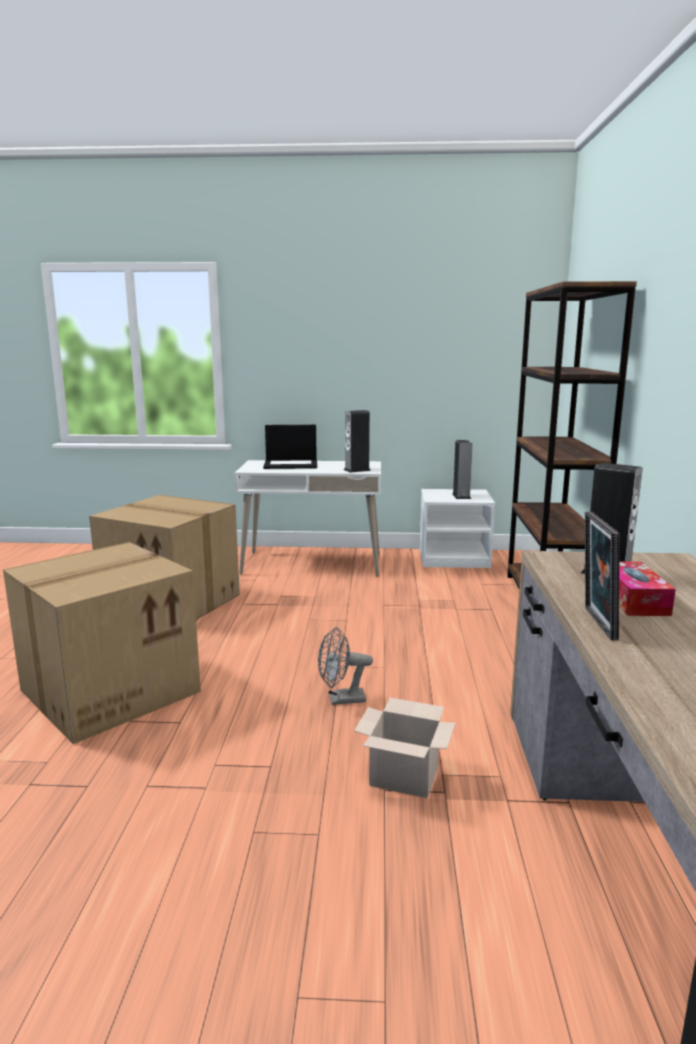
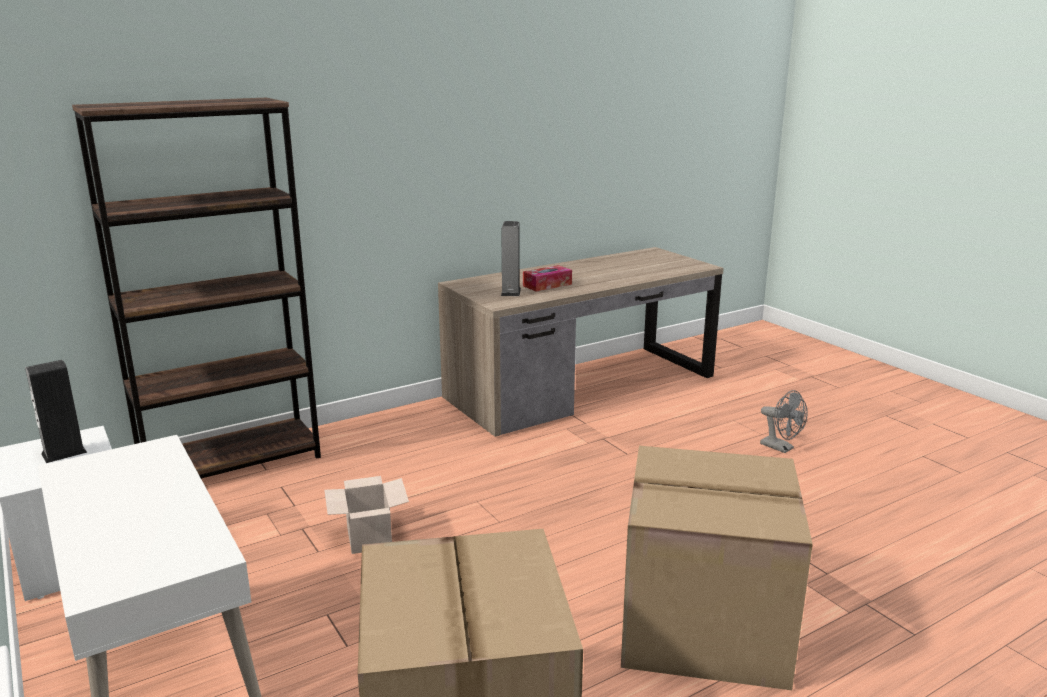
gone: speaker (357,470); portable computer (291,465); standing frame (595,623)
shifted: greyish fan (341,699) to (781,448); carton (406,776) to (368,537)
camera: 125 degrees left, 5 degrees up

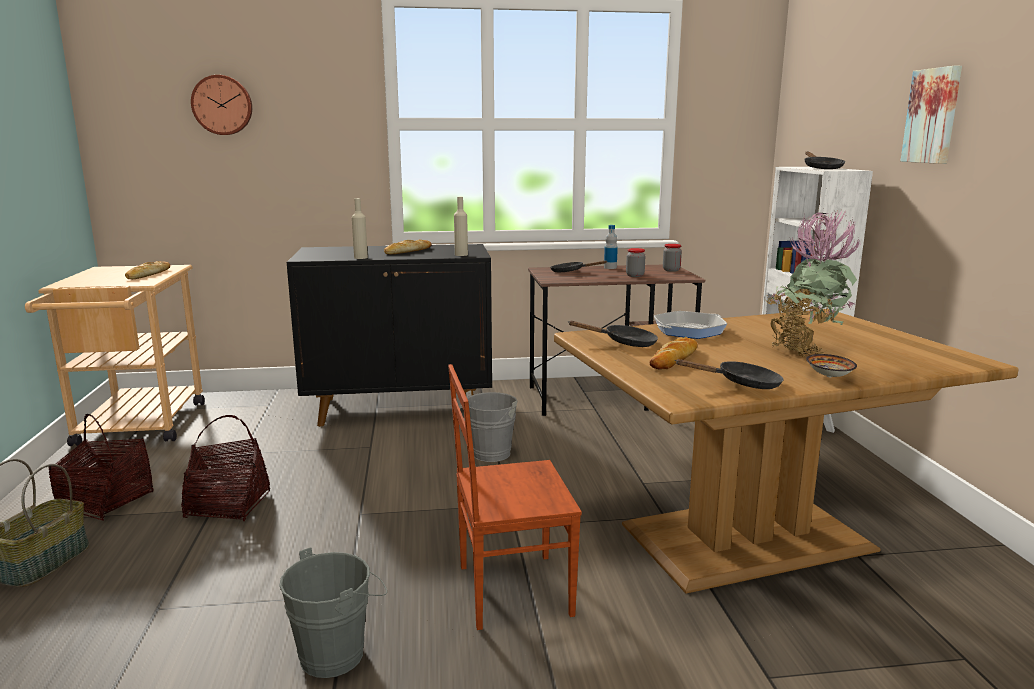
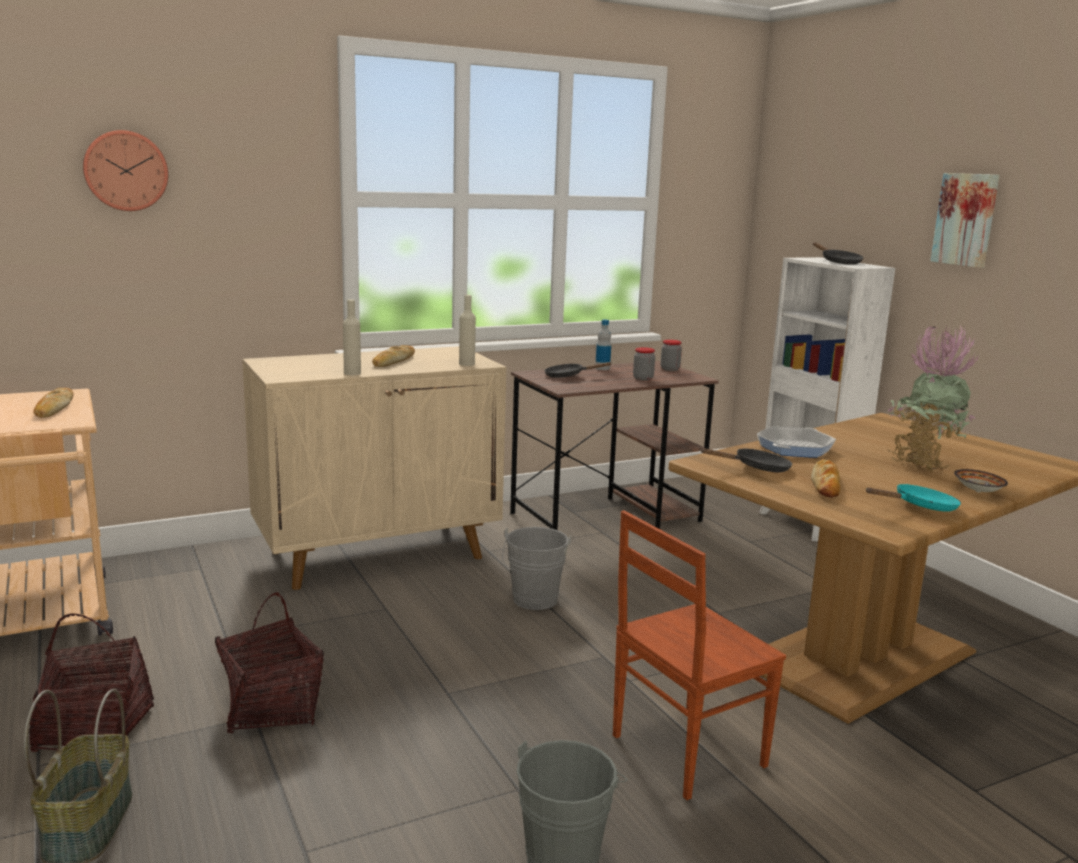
repainted: black-coloured storage cabinet (400,408) to sand-coloured storage cabinet (379,554); black-coloured frying pan (742,384) to blue-green frying pan (920,507)
camera: 20 degrees left, 0 degrees up

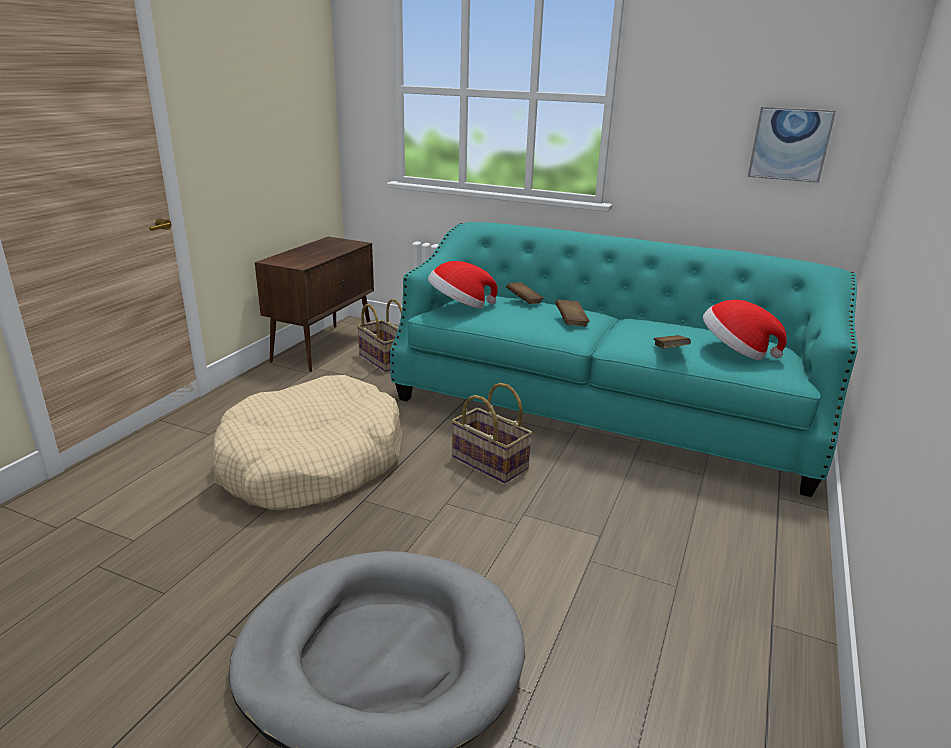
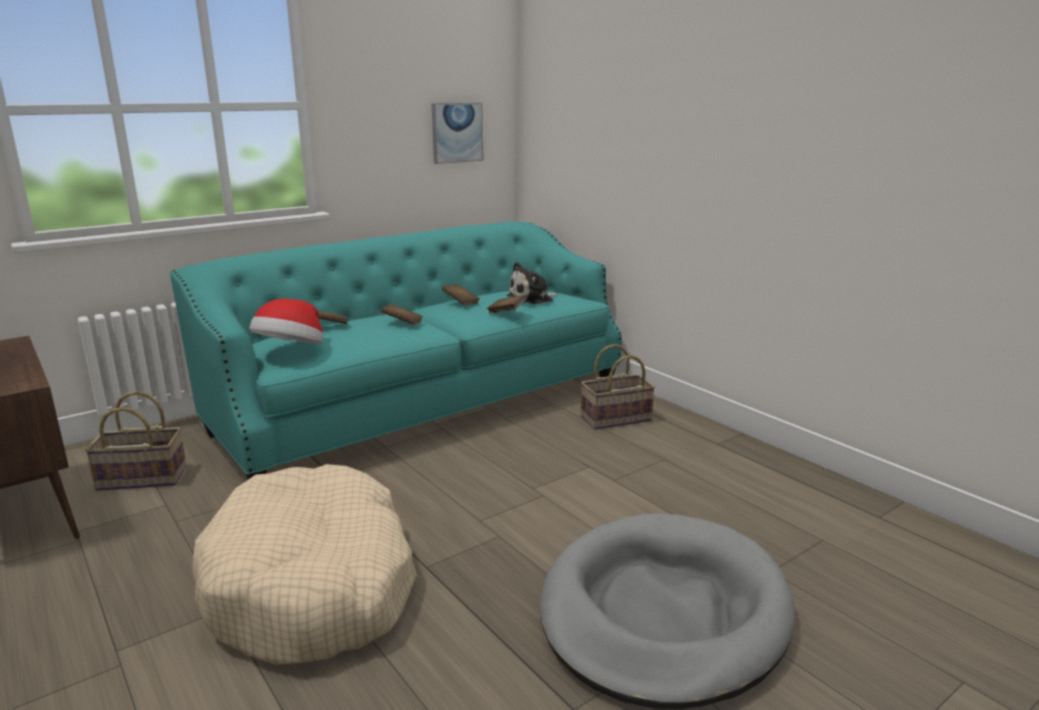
new: brown-coloured book (460,303)
shifted: household basket (488,463) to (616,419)
swapped: wearable hat (735,352) to soft toy (532,299)
camera: 60 degrees left, 5 degrees down

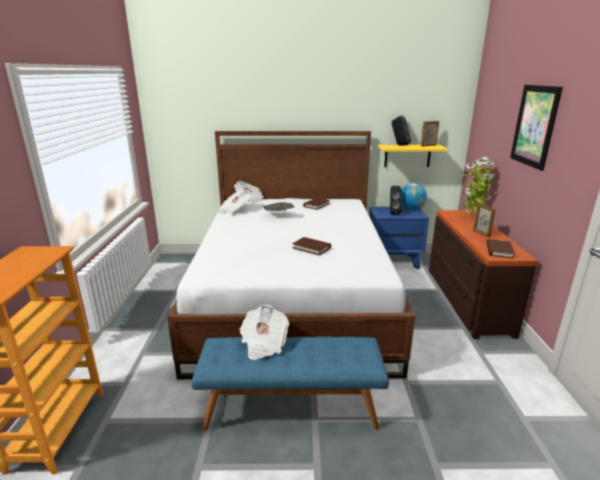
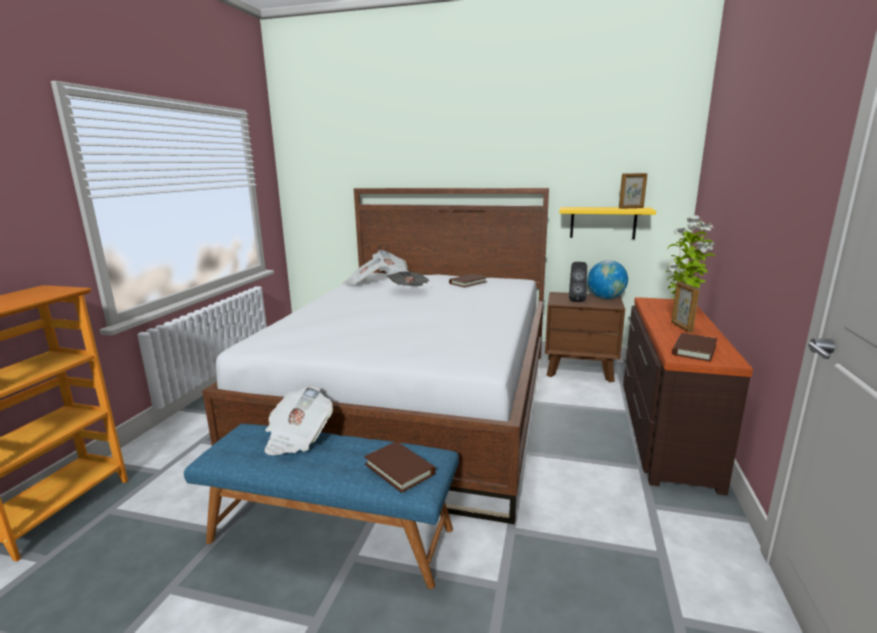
gone: wall art (534,126); black-coloured speaker (399,145)
shifted: brown-coloured book (311,248) to (399,469)
repainted: blue bedside table (393,261) to brown-coloured bedside table (580,369)
camera: 15 degrees right, 5 degrees down

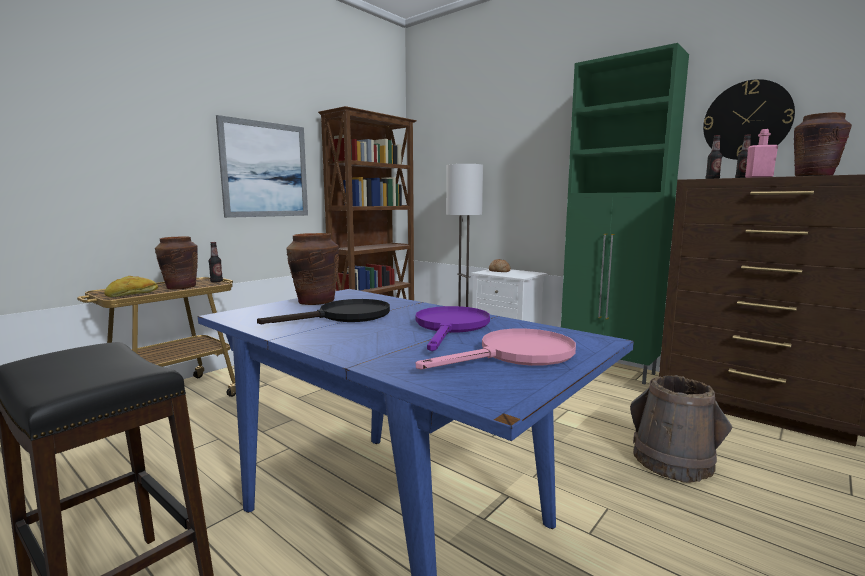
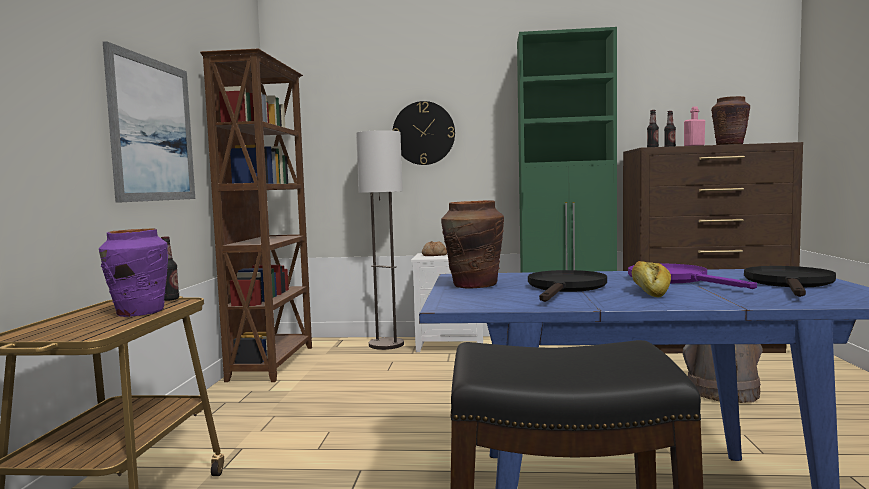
shifted: wall clock (747,120) to (423,133); bread (132,294) to (651,291)
repainted: brown-coloured decorative vase (180,287) to purple-coloured decorative vase (139,312); pink frying pan (516,355) to black-coloured frying pan (790,284)
camera: 35 degrees left, 5 degrees down

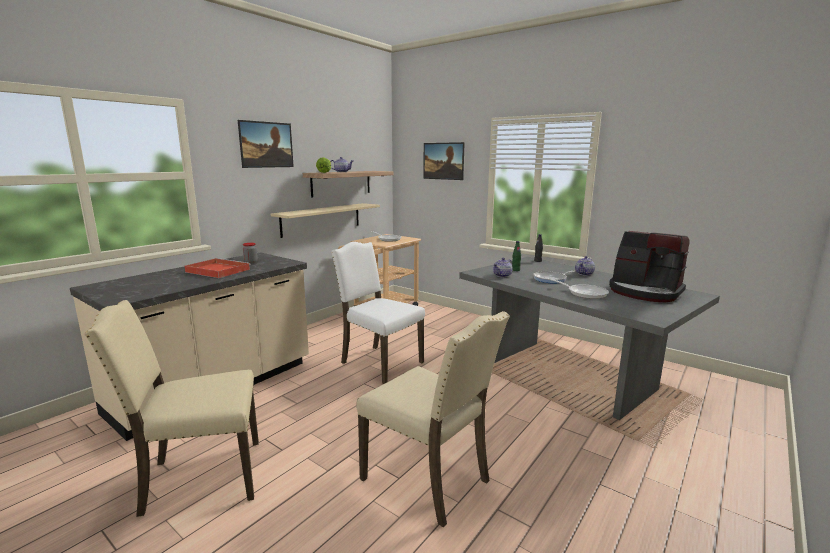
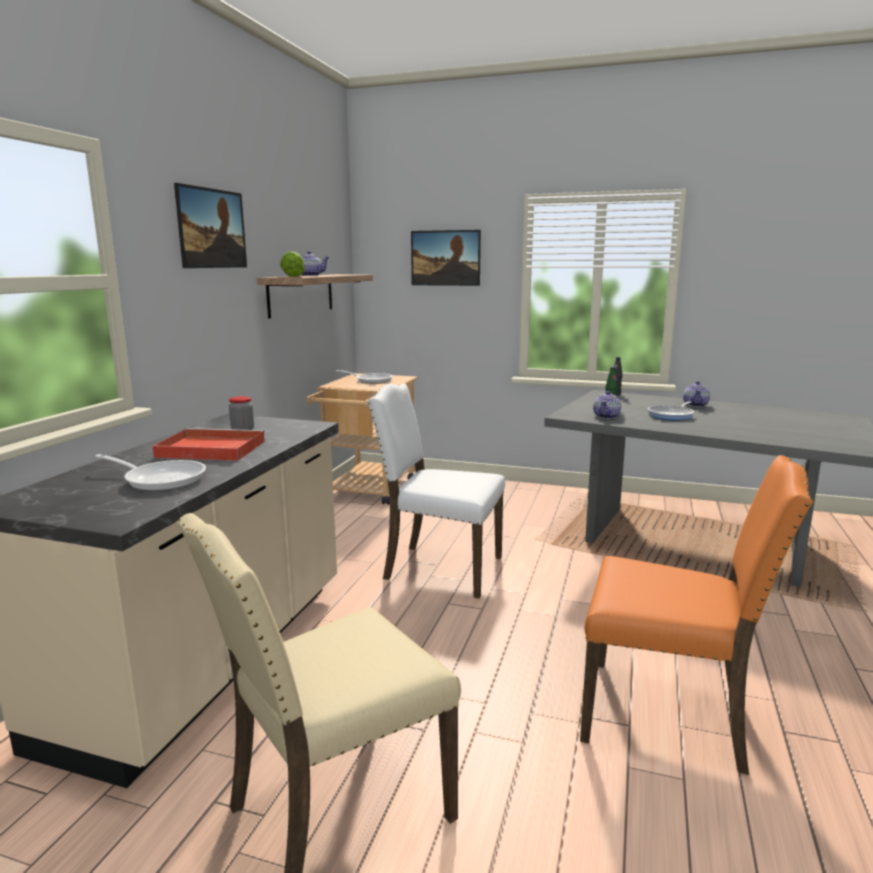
gone: sand-coloured shelf (322,219); coffee maker (645,292)
shifted: frying pan (584,293) to (161,479)
repainted: sand-coloured upright chair (429,479) to orangey upright chair (668,716)
camera: 20 degrees left, 0 degrees up

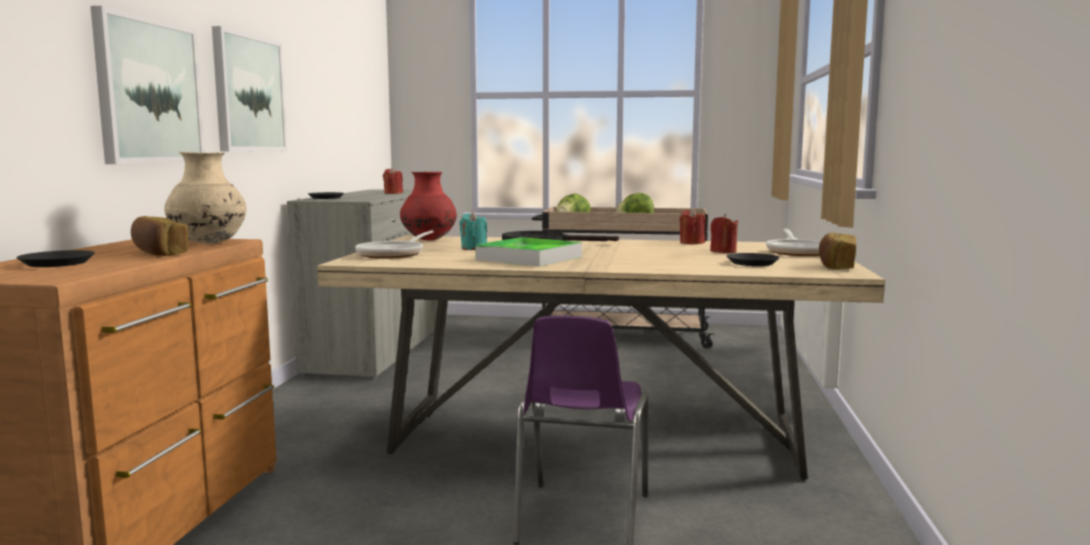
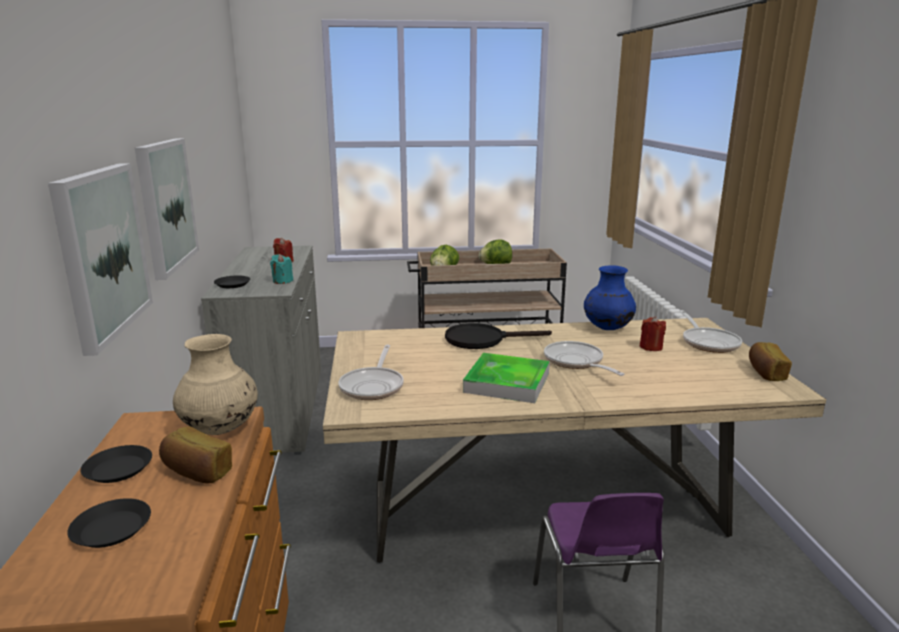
gone: red decorative vase (429,240)
new: frying pan (576,362)
shifted: blue-green candle (473,248) to (282,281); black-coloured plate (752,263) to (118,469)
swapped: red candle (691,243) to blue decorative vase (607,328)
camera: 15 degrees left, 10 degrees up

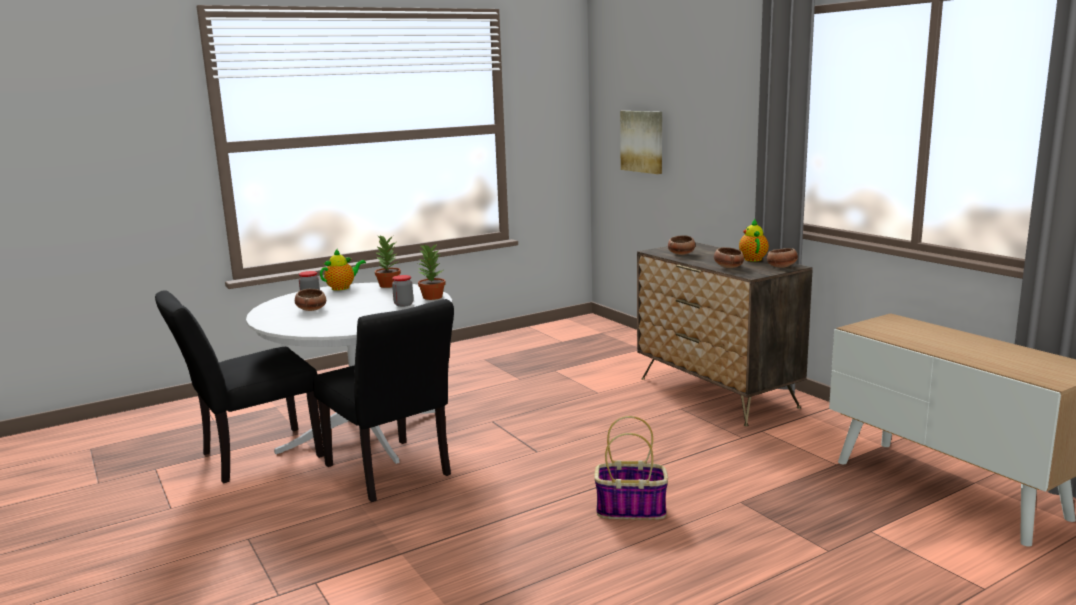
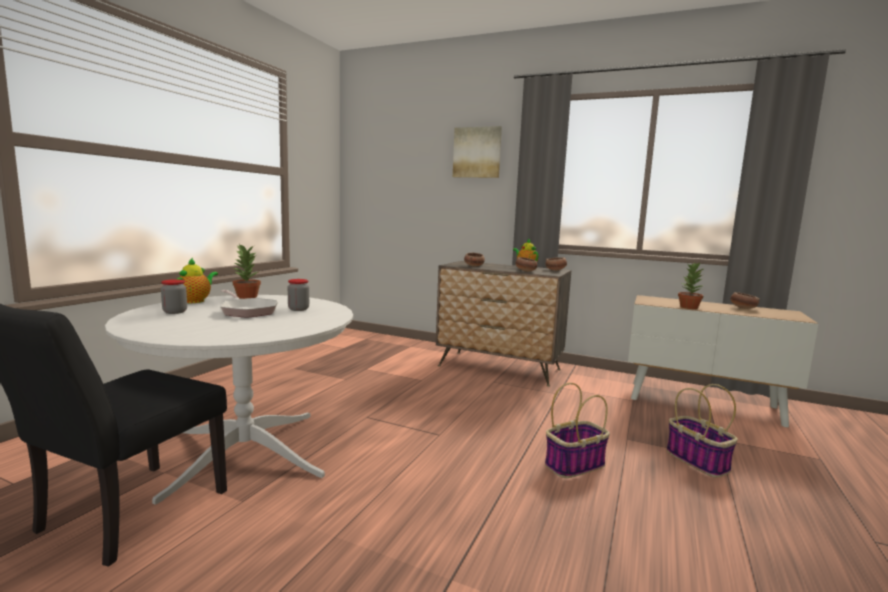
gone: black-coloured upright chair (392,474)
new: frying pan (247,311); household basket (698,461)
shifted: wall art (642,141) to (477,152); houseplant (432,297) to (688,307); serving bowl (311,309) to (742,308)
camera: 35 degrees left, 5 degrees down

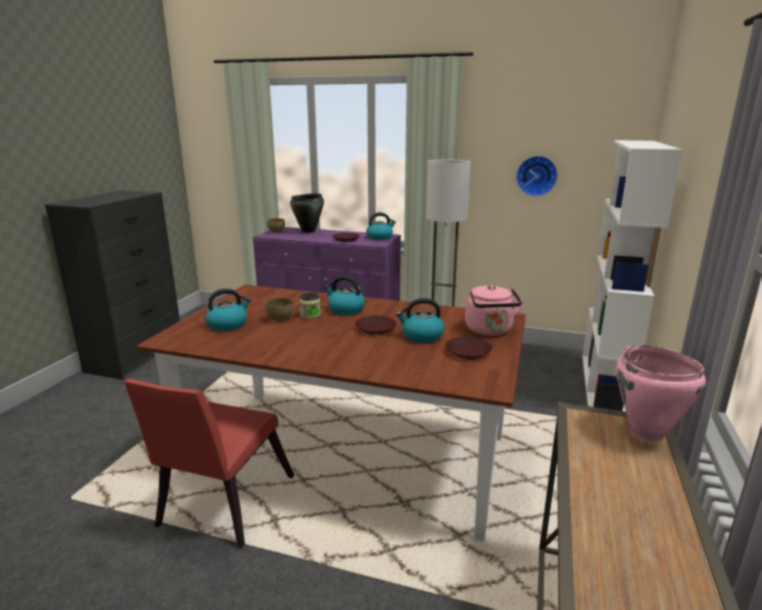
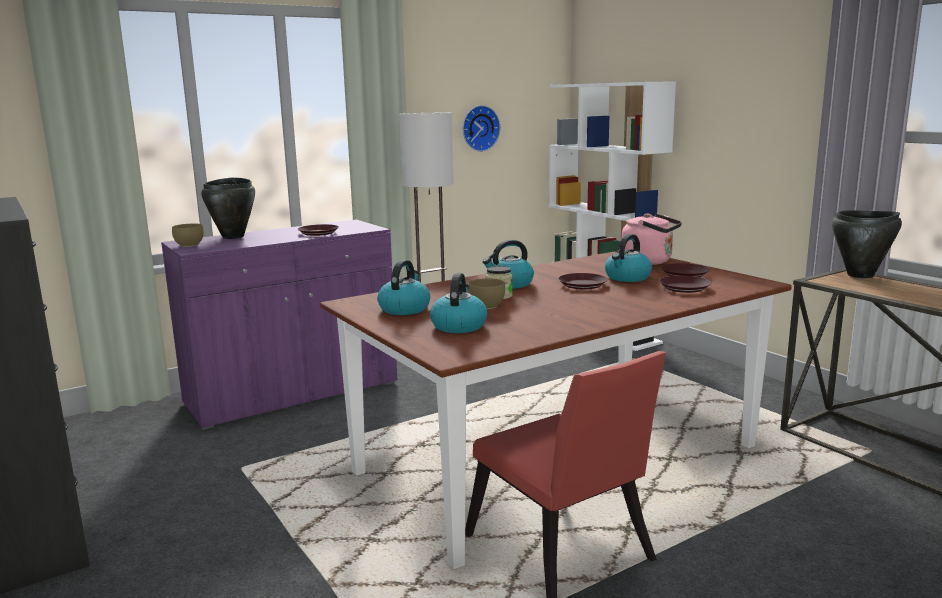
new: brown-coloured plate (684,288)
shifted: water kettle (380,237) to (404,309)
repainted: pink saucepot (646,433) to black-coloured saucepot (860,275)
camera: 50 degrees left, 5 degrees down

